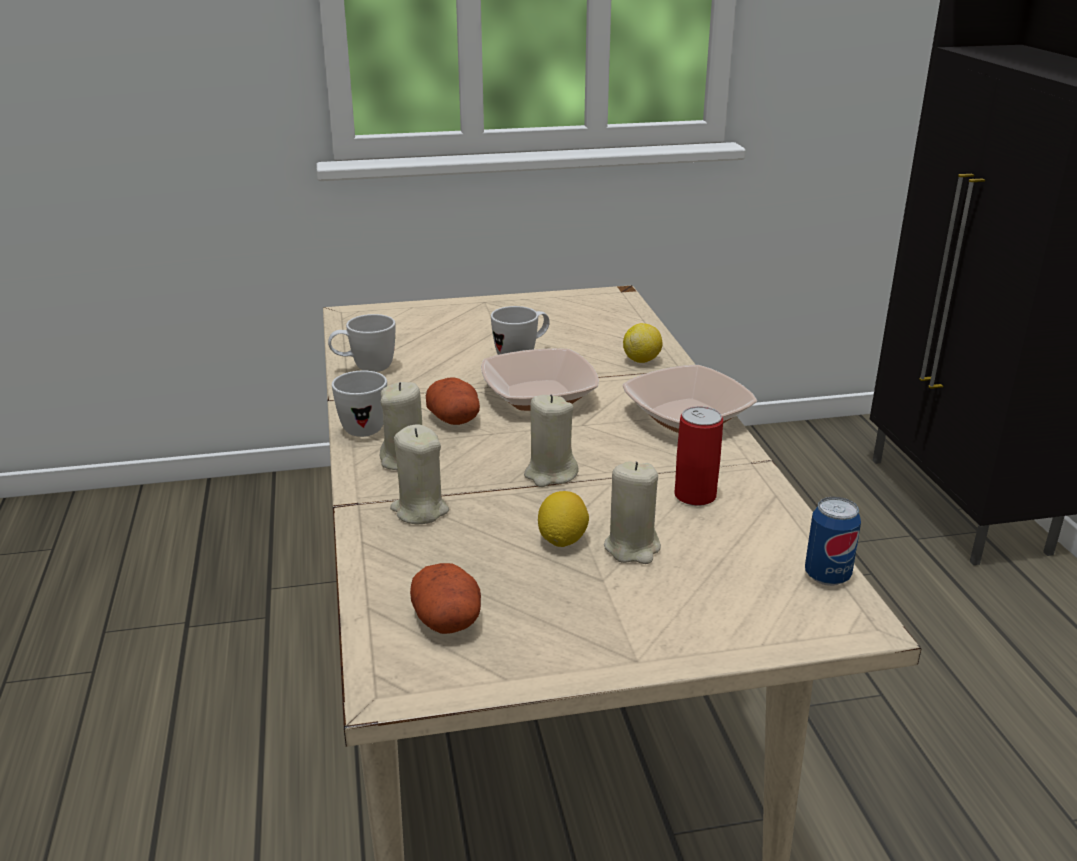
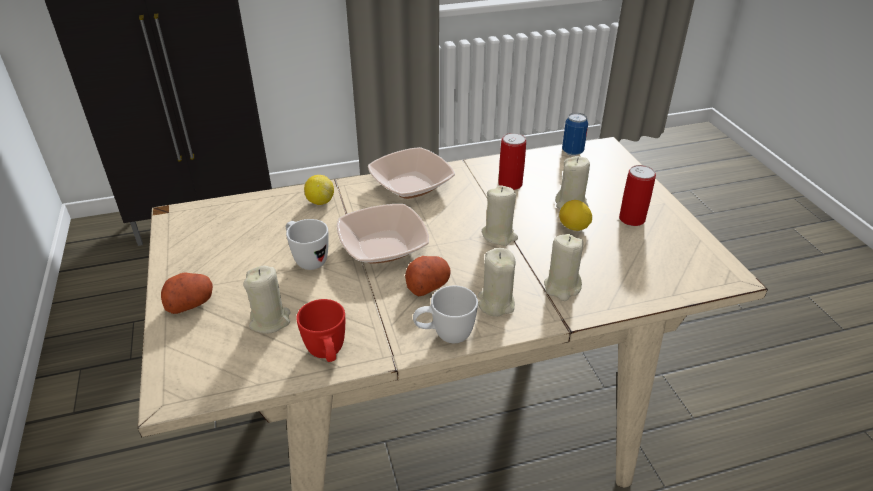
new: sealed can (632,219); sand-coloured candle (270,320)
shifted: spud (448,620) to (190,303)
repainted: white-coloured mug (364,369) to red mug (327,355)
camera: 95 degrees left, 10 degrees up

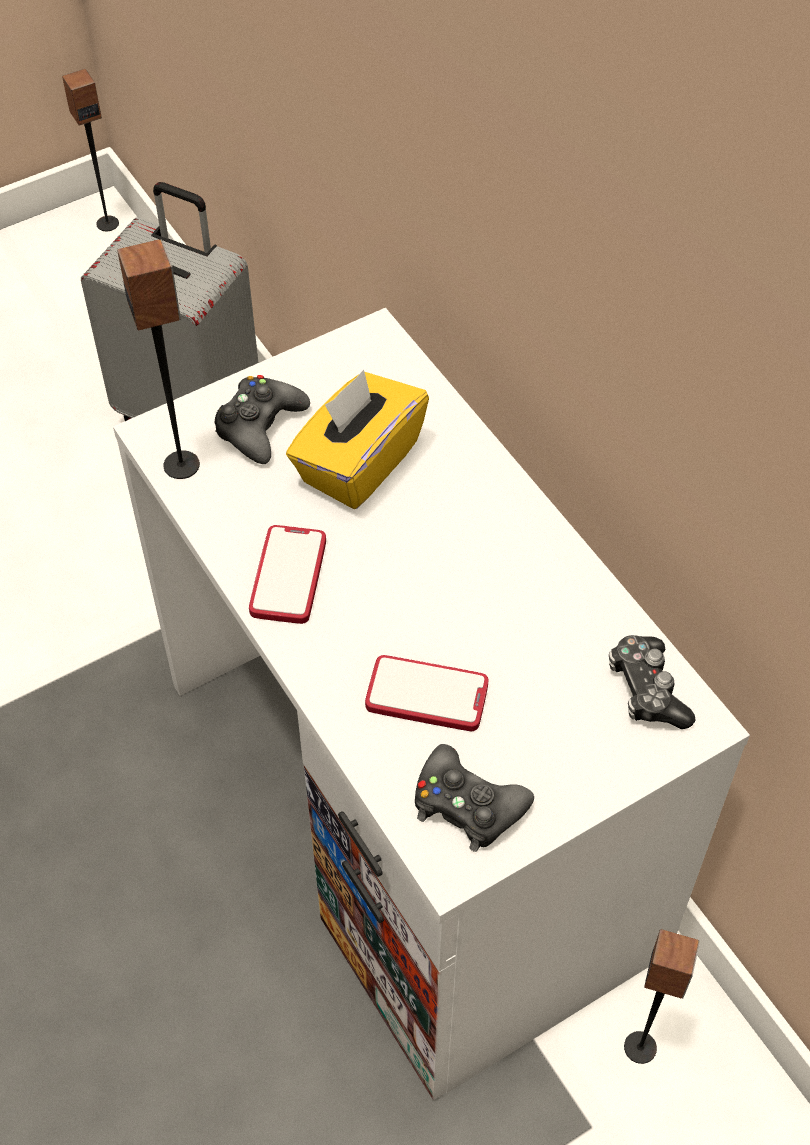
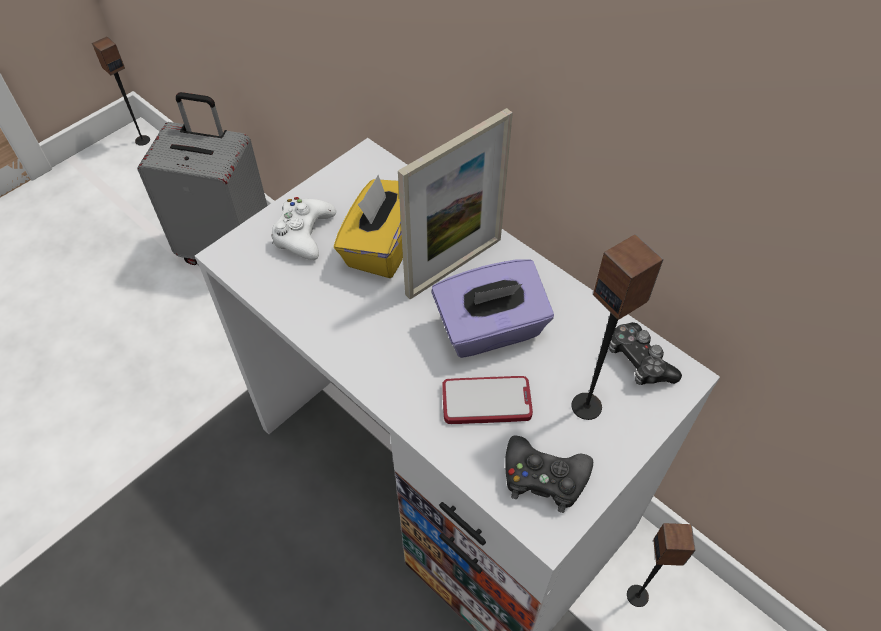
gone: handset (288,576)
new: standing frame (454,266); purple-coloured tissue box (490,330)
shifted: speaker (182,465) to (587,406)
repainted: black-coloured joypad (259,426) to white-coloured joypad (303,234)
camera: 15 degrees left, 0 degrees up

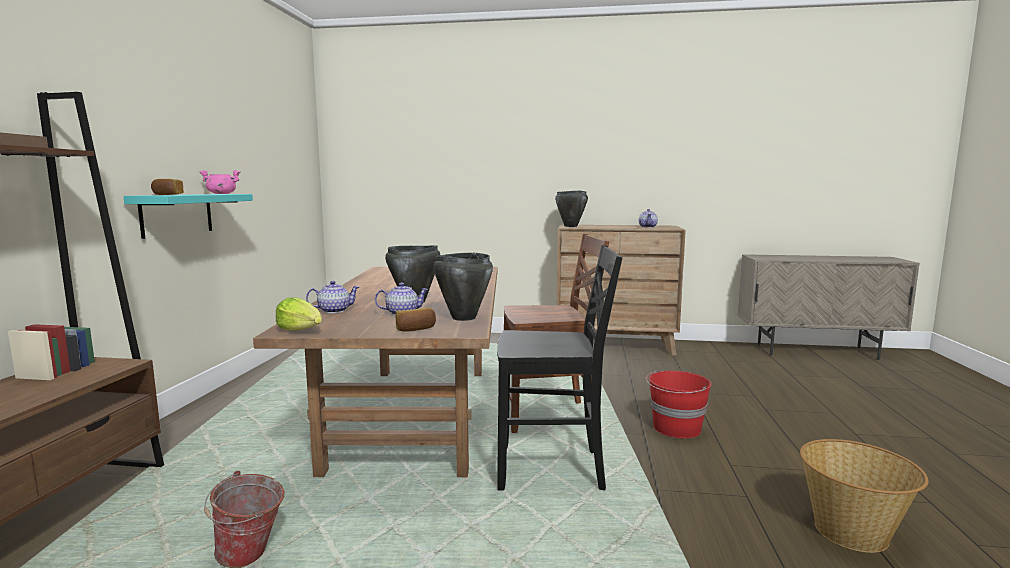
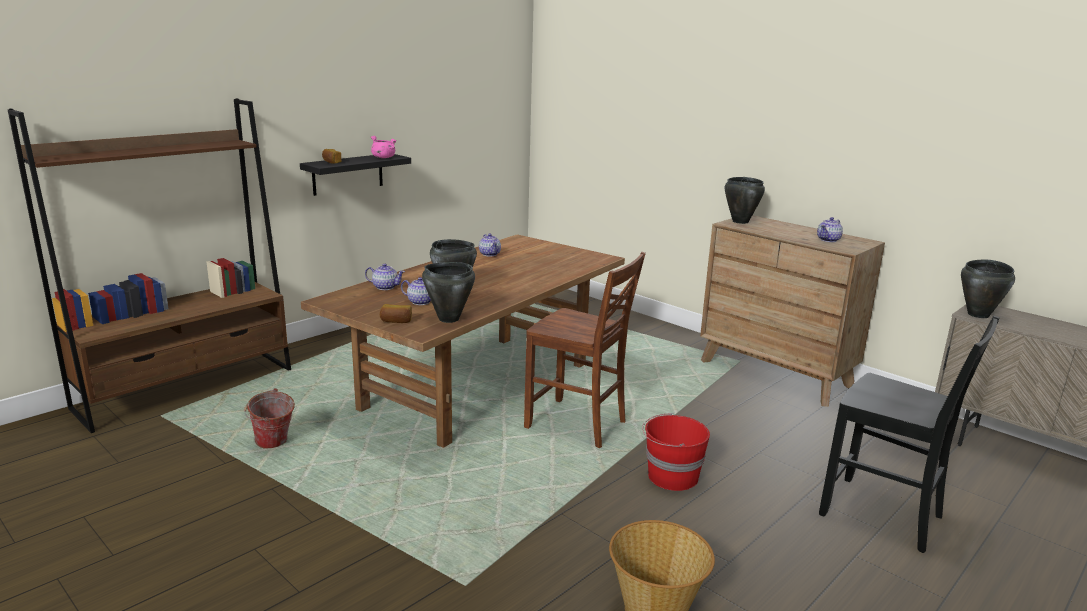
gone: lettuce (301,330)
new: tea pot (490,254); black-coloured saucepot (978,315)
shifted: black-coloured upright chair (552,469) to (883,516)
repainted: blue-green shelf (177,214) to black-coloured shelf (348,174)
camera: 35 degrees right, 10 degrees up

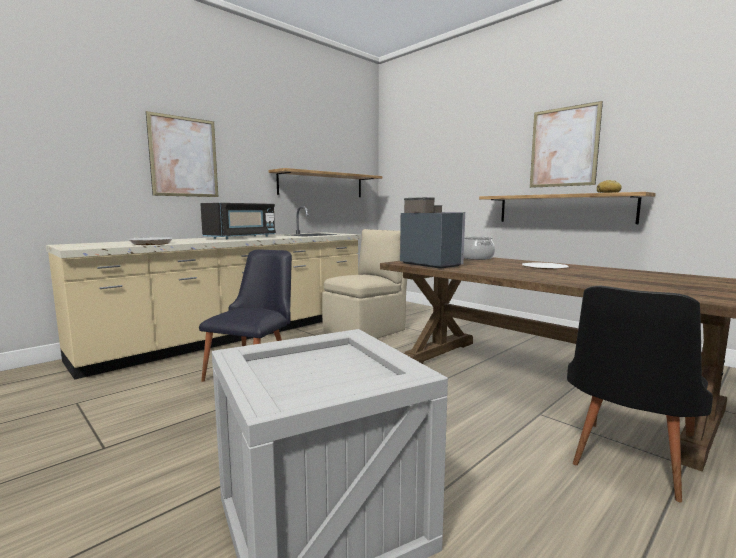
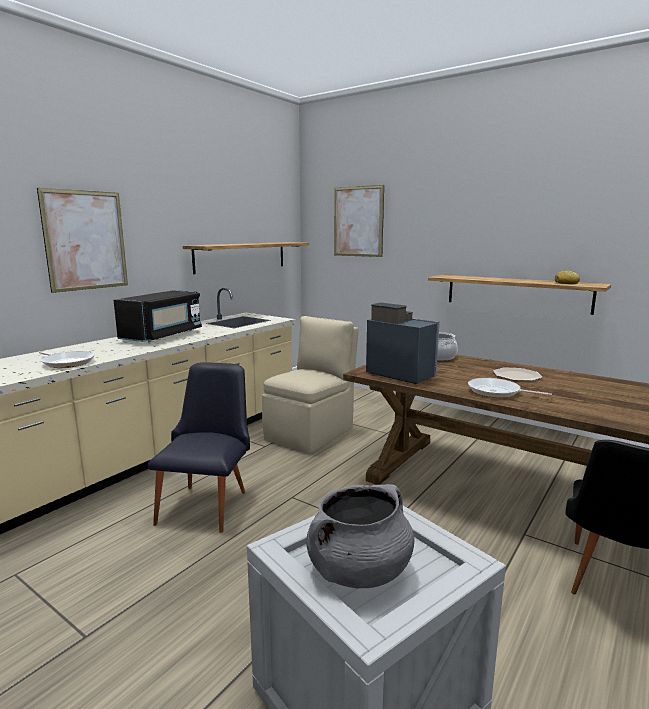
new: frying pan (497,392); greyish saucepot (358,571)
shifted: wall art (563,147) to (358,221)
camera: 10 degrees left, 5 degrees up

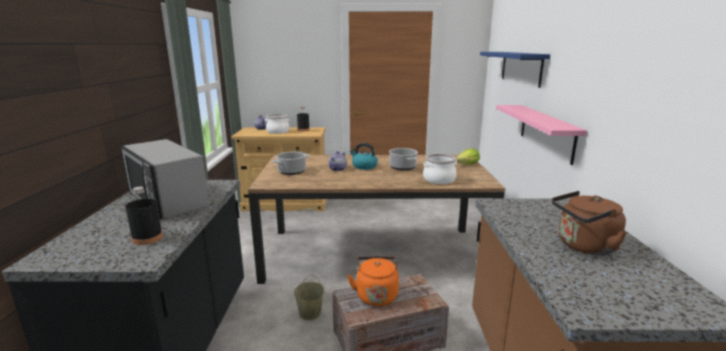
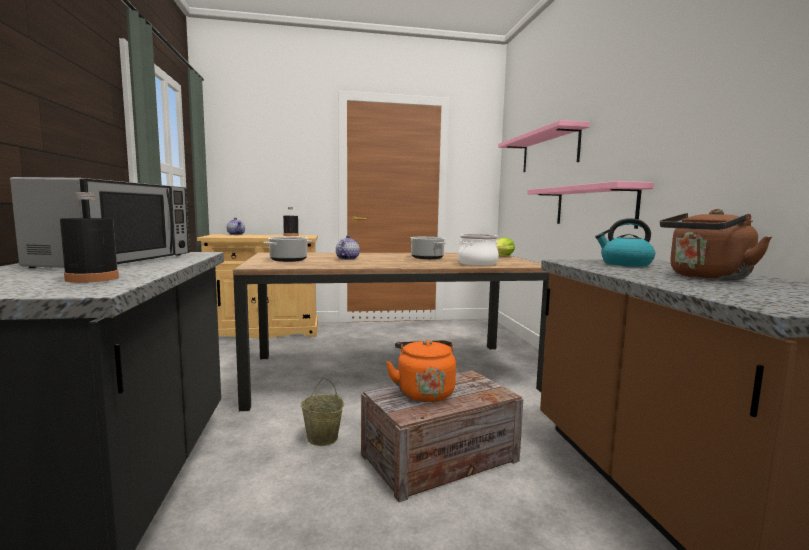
gone: saucepot (277,132)
shifted: water kettle (364,166) to (625,264)
repainted: blue shelf (521,67) to pink shelf (549,151)
rotated: microwave oven (167,200) = (118,260) 120 degrees counterclockwise
camera: 10 degrees left, 10 degrees down

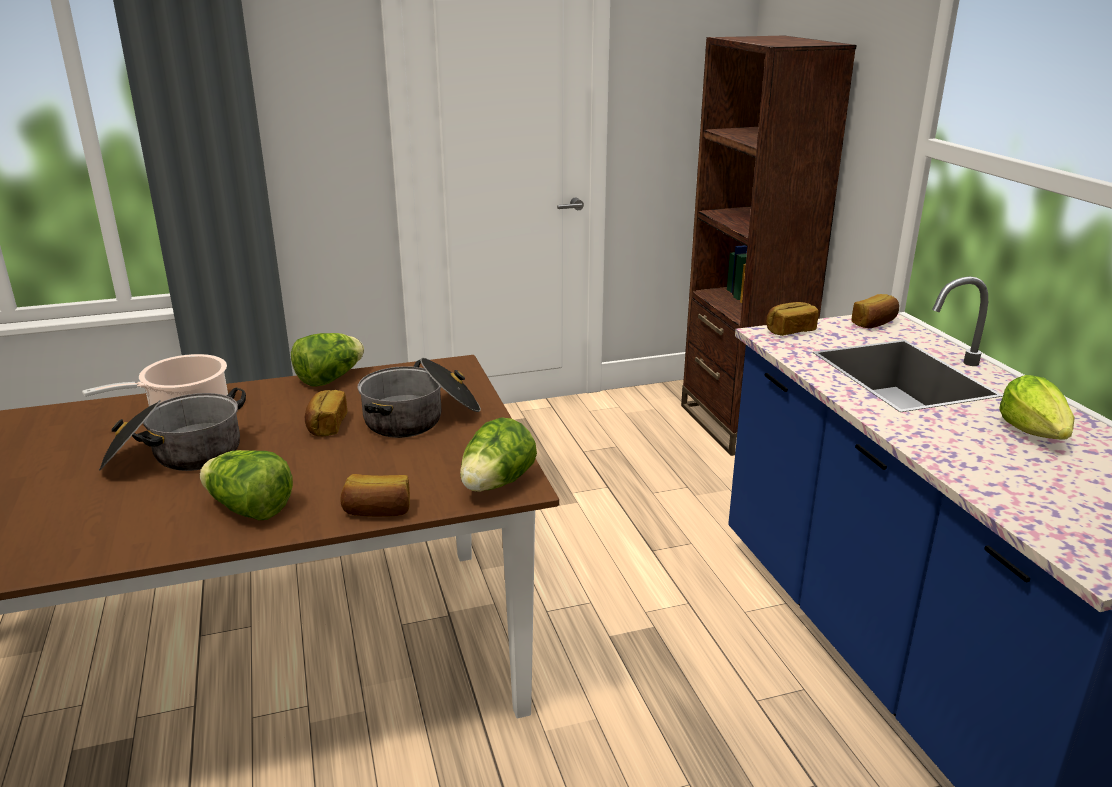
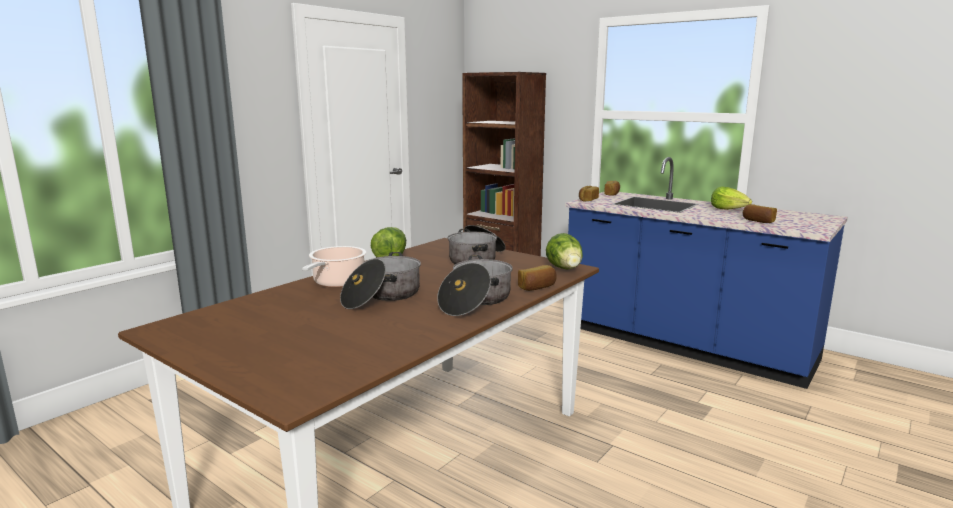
shifted: bread (326,426) to (758,221)
swapped: lettuce (249,509) to saucepot (475,301)
camera: 35 degrees left, 10 degrees down

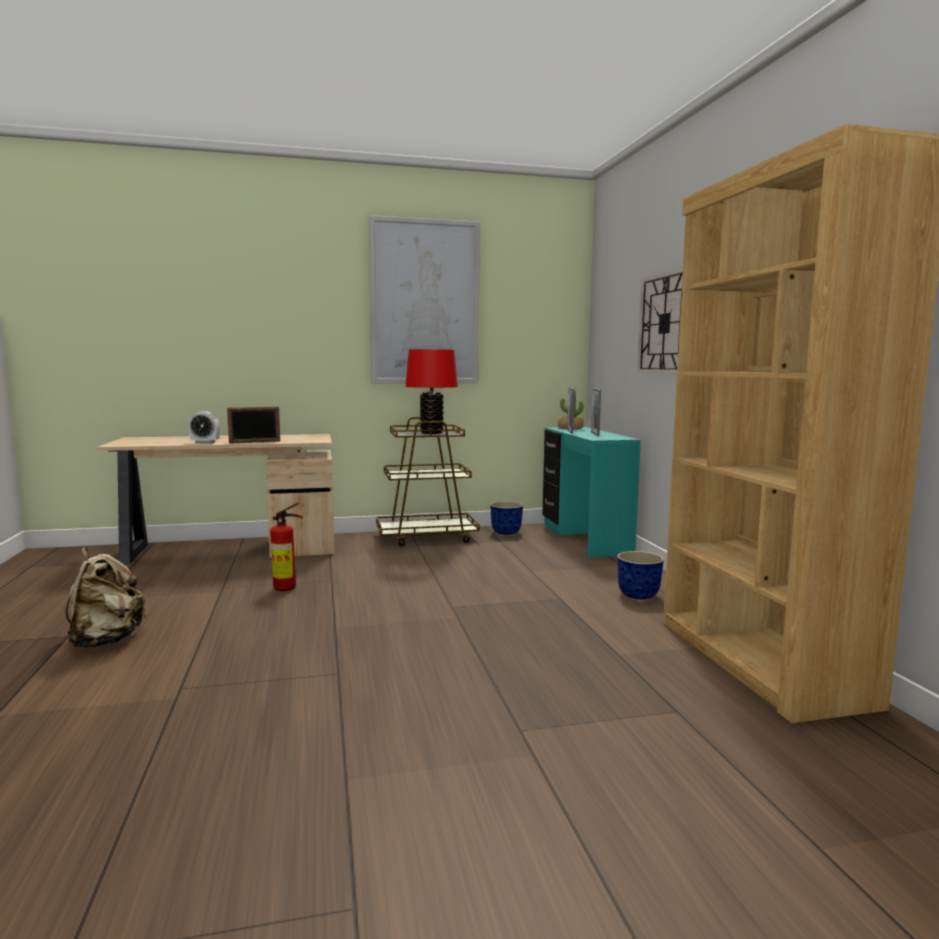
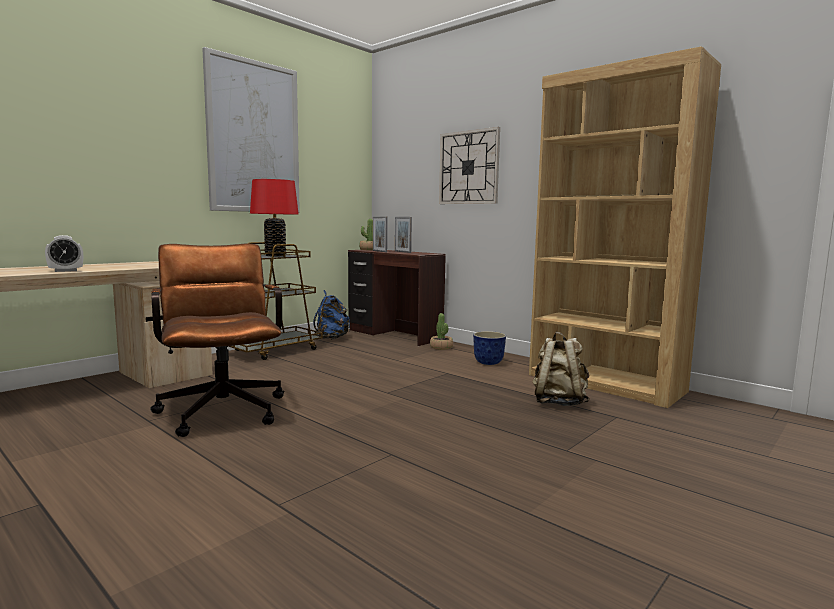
gone: standing frame (255,442)
new: houseplant (441,347)
shifted: sand-coloured backpack (106,641) to (558,402)
swapped: planter (506,533) to blue backpack (331,338); extinguisher (288,588) to brown-coloured computer chair (222,408)
repainted: blue-green desk (583,539) to brown-coloured desk (393,335)
camera: 35 degrees left, 0 degrees up

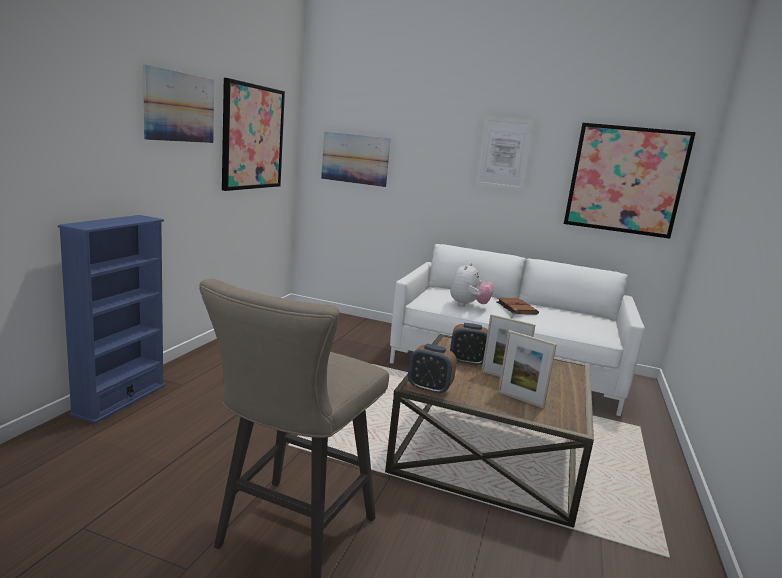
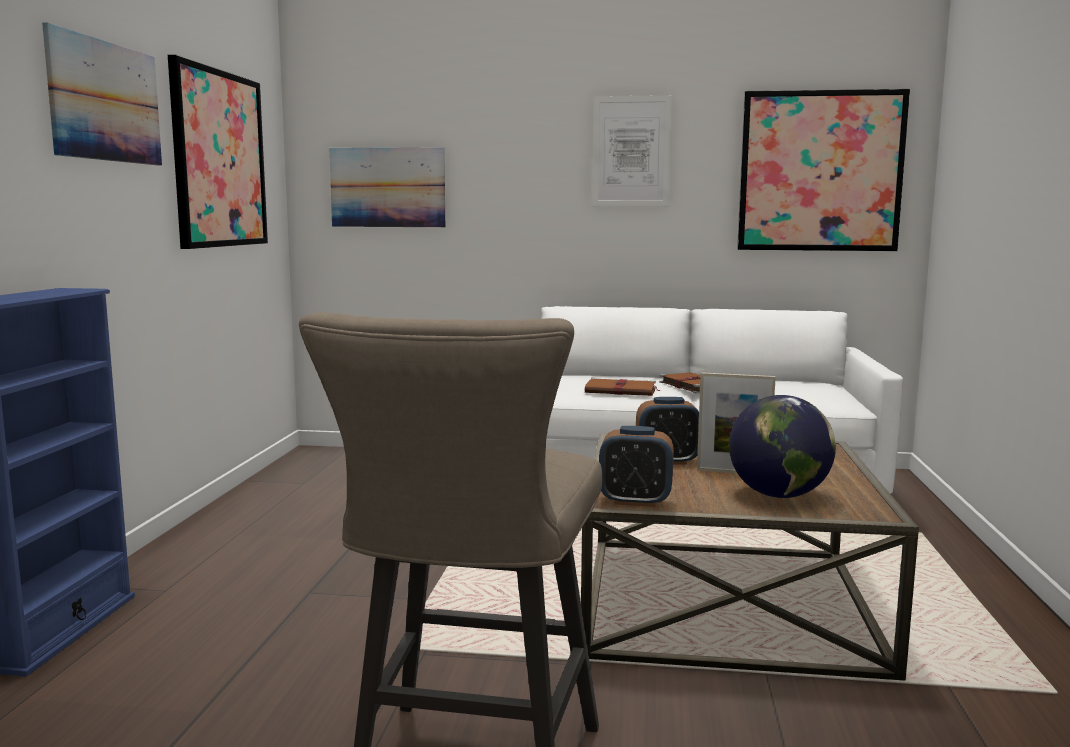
swapped: soft toy (468,305) to brown-coloured book (622,391); standing frame (520,399) to world globe (779,495)
camera: 10 degrees left, 5 degrees down

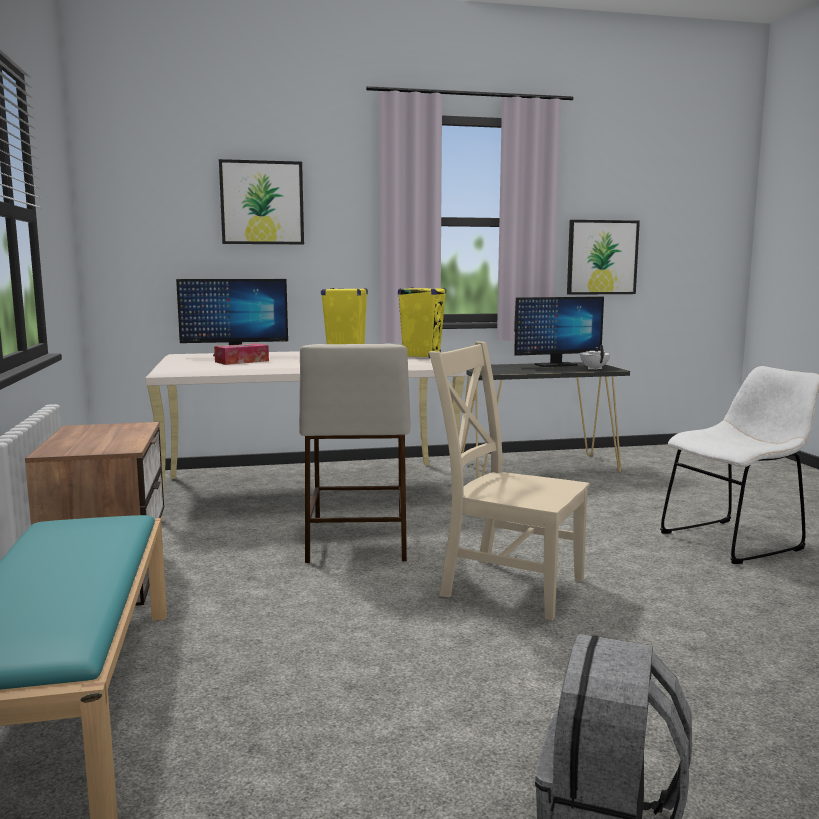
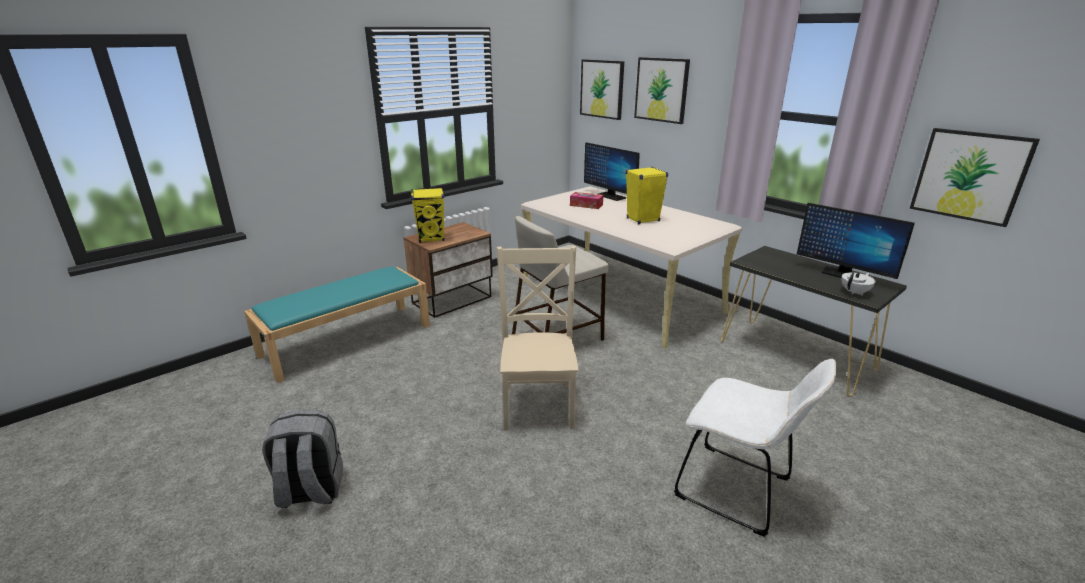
new: wall art (602,89)
shifted: yellow-coloured speaker (421,356) to (431,238)
camera: 60 degrees right, 15 degrees up

